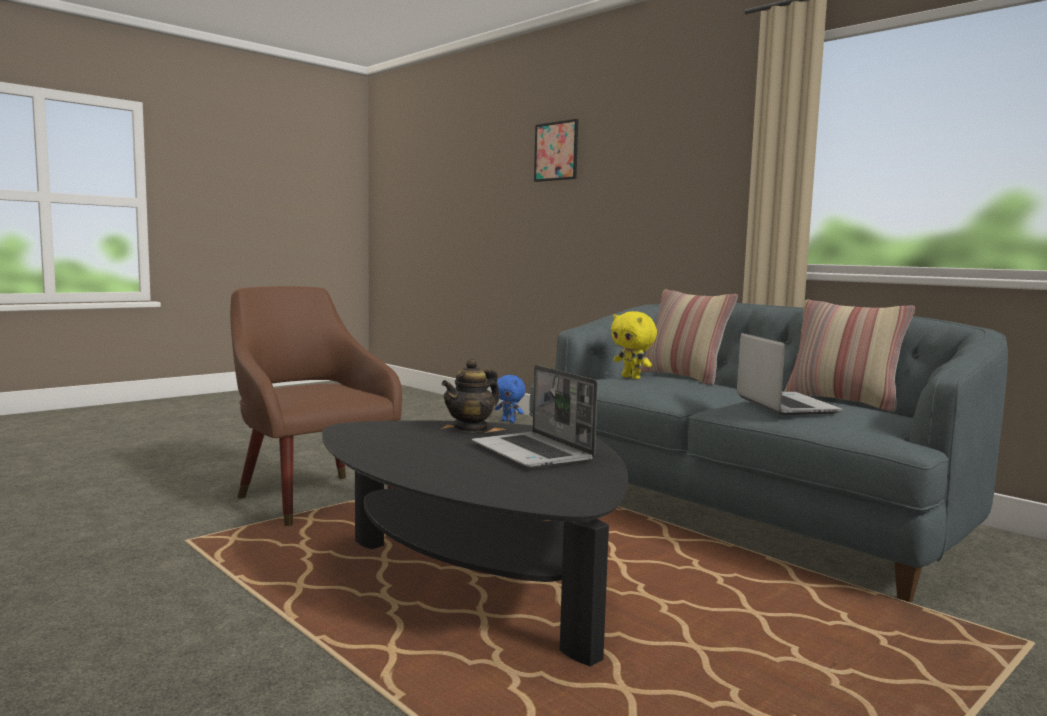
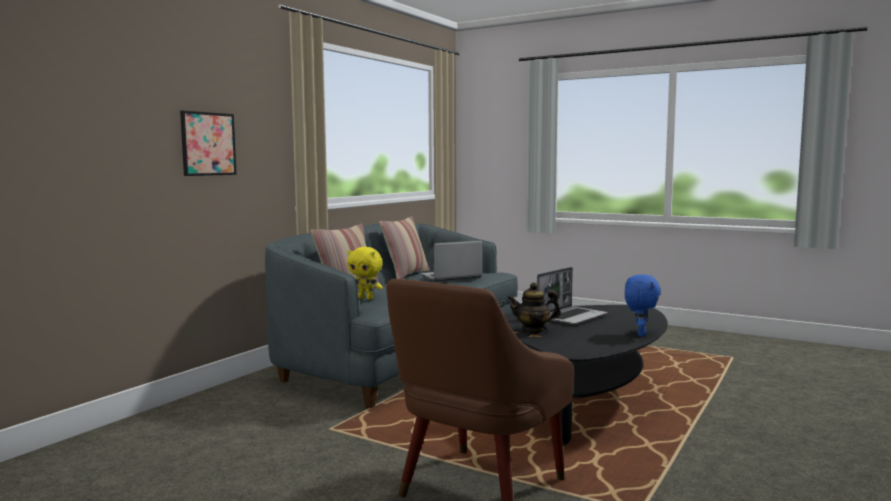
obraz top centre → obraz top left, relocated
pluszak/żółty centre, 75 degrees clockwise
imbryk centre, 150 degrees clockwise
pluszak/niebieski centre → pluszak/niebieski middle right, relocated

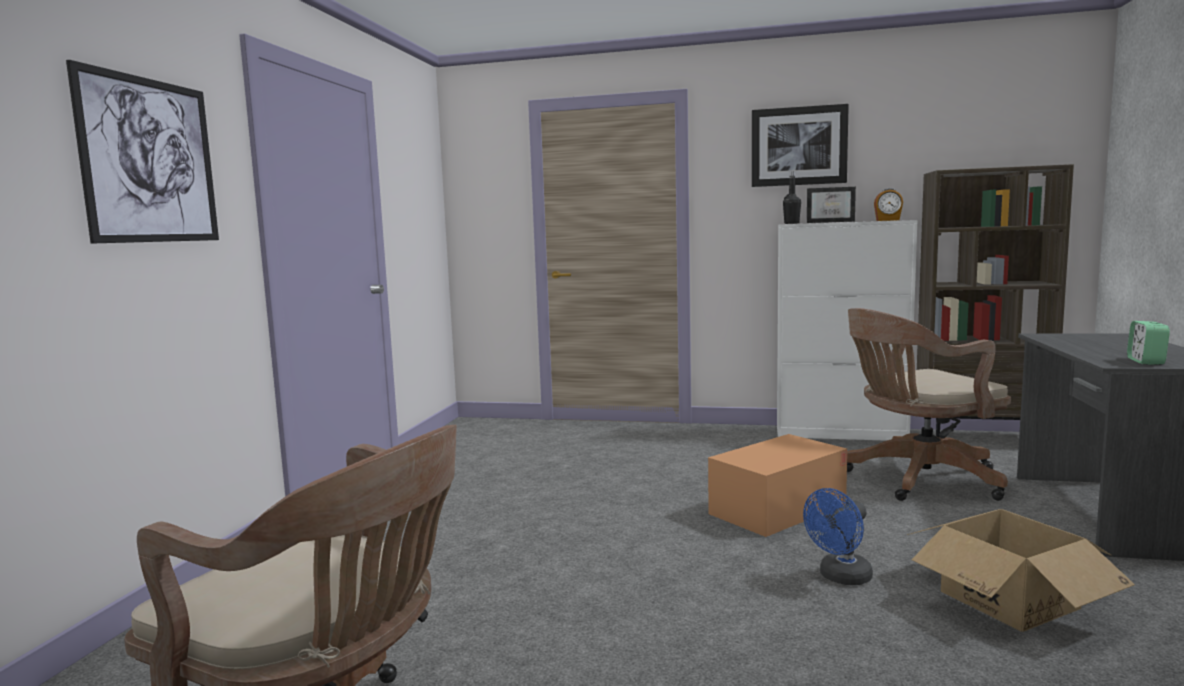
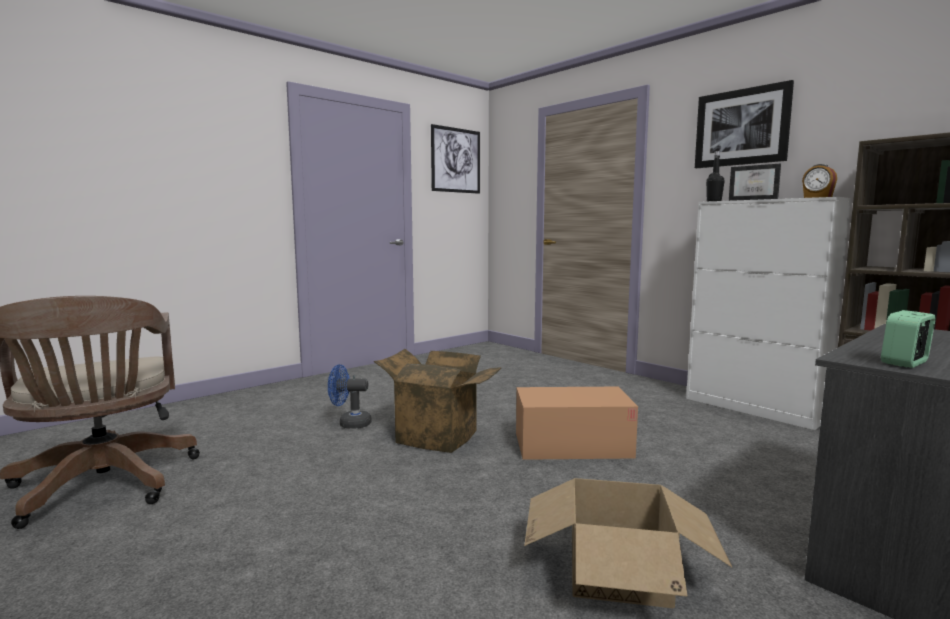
obraz (no. 1 from left) top left → obraz (no. 1 from left) top centre, relocated
krzesło biurowe/brązowy (no. 2 from left) middle right → -
wentylator/niebieski bottom right → wentylator/niebieski centre, relocated
- → karton (no. 1 from left) centre

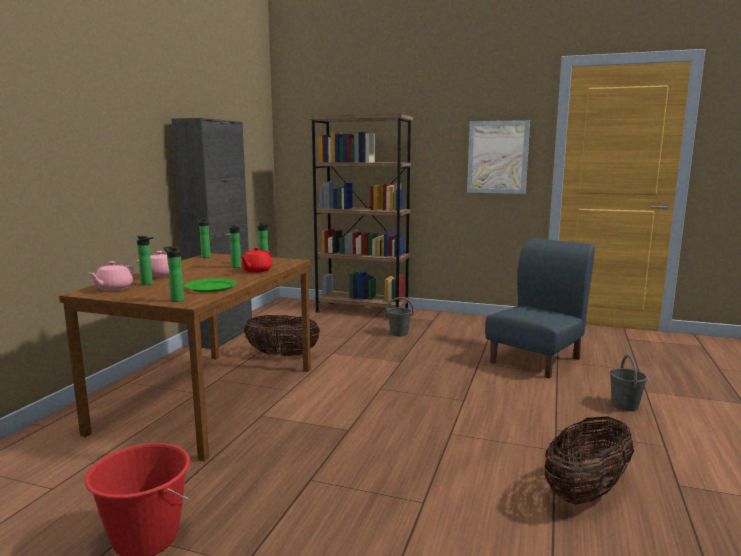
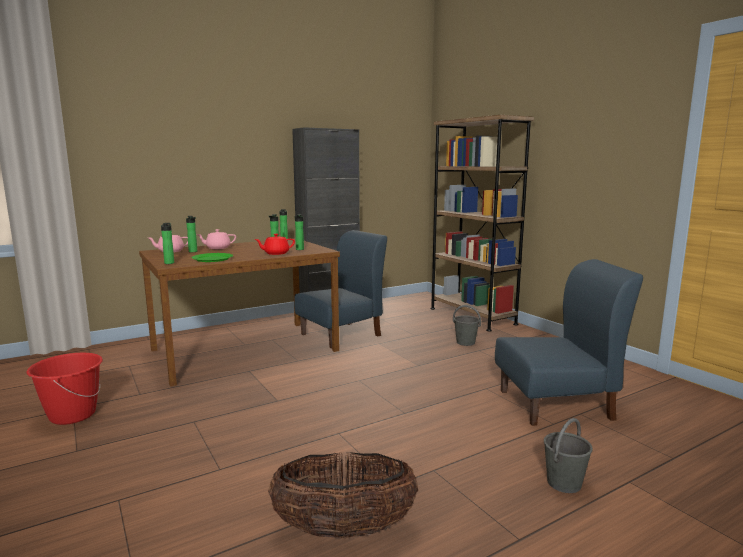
obraz top right → -
koszyk (no. 1 from left) centre → krzesło/niebieski (no. 1 from left) centre

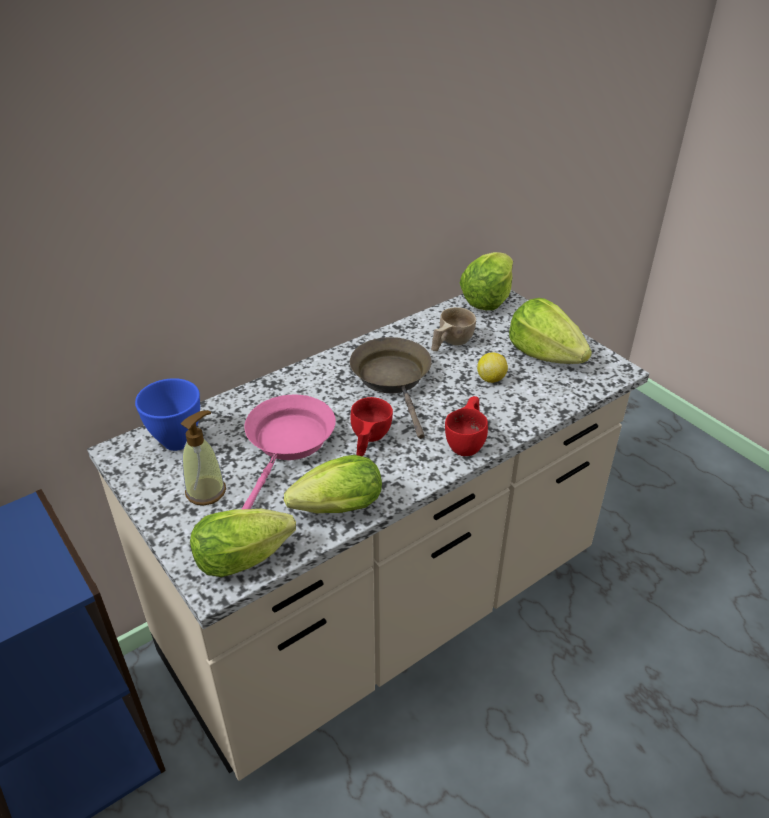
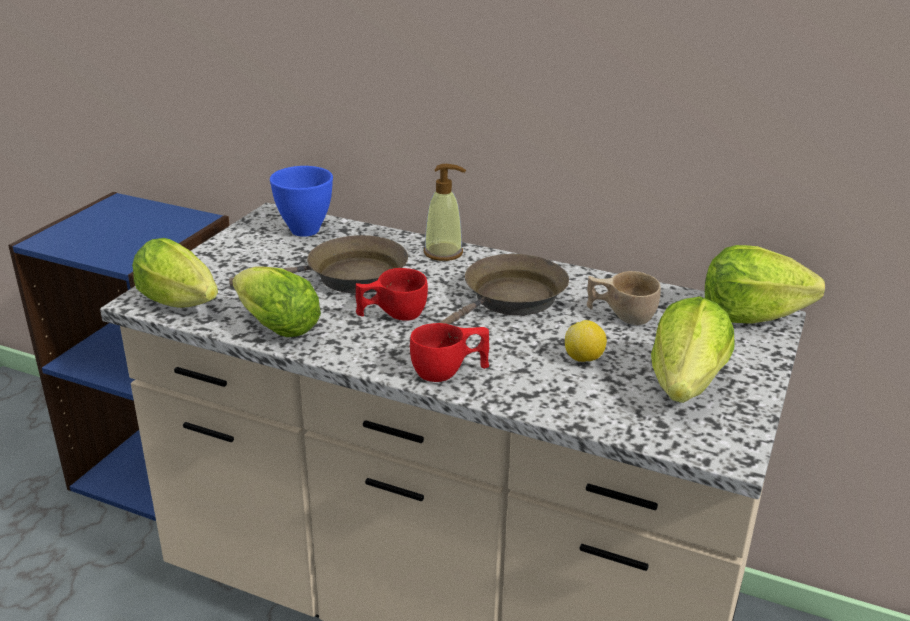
patelnia/różowy centre → patelnia/brązowy (no. 1 from left) centre
dozownik mydła middle left → dozownik mydła centre, relocated

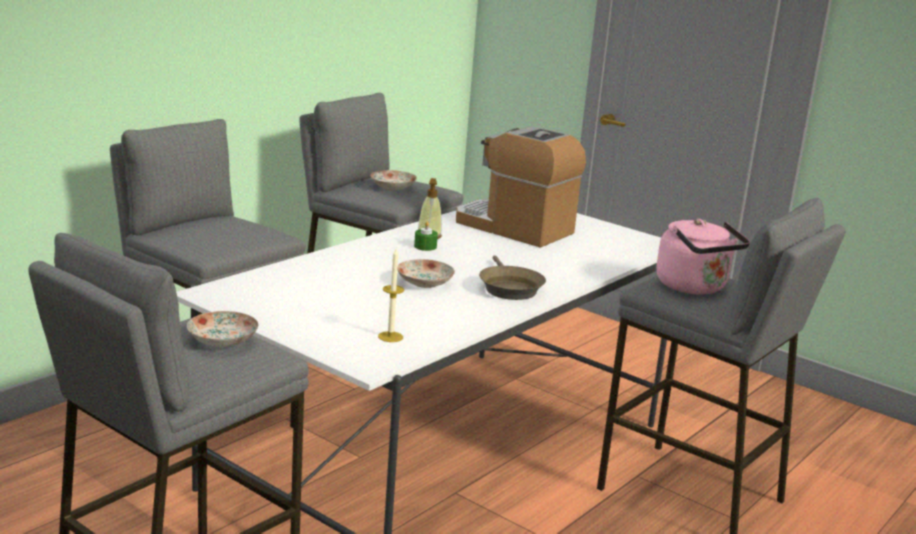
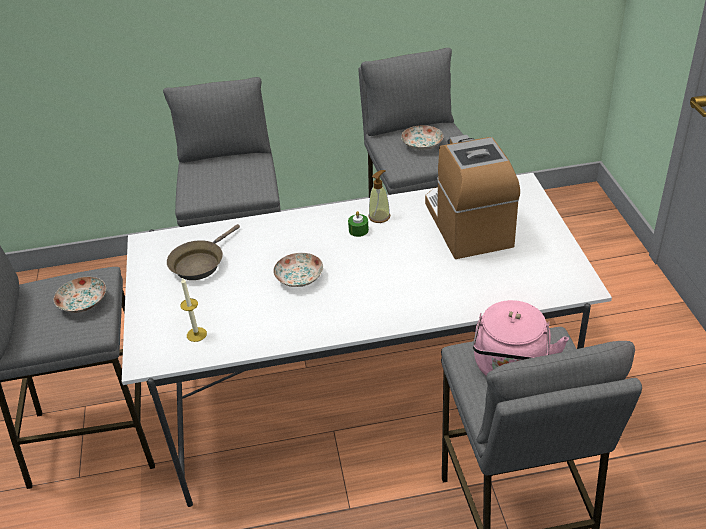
patelnia/brązowy centre → patelnia/brązowy middle left, relocated

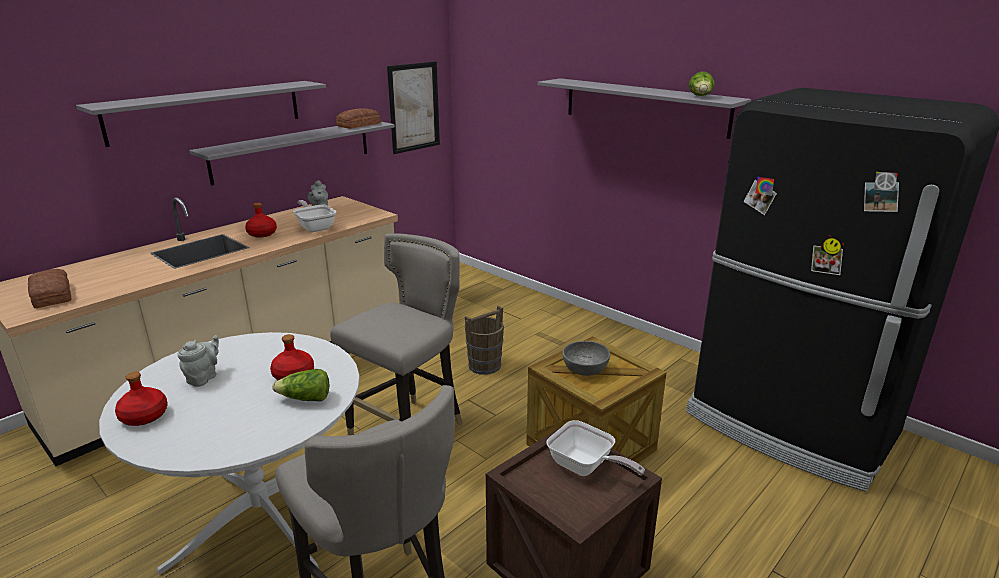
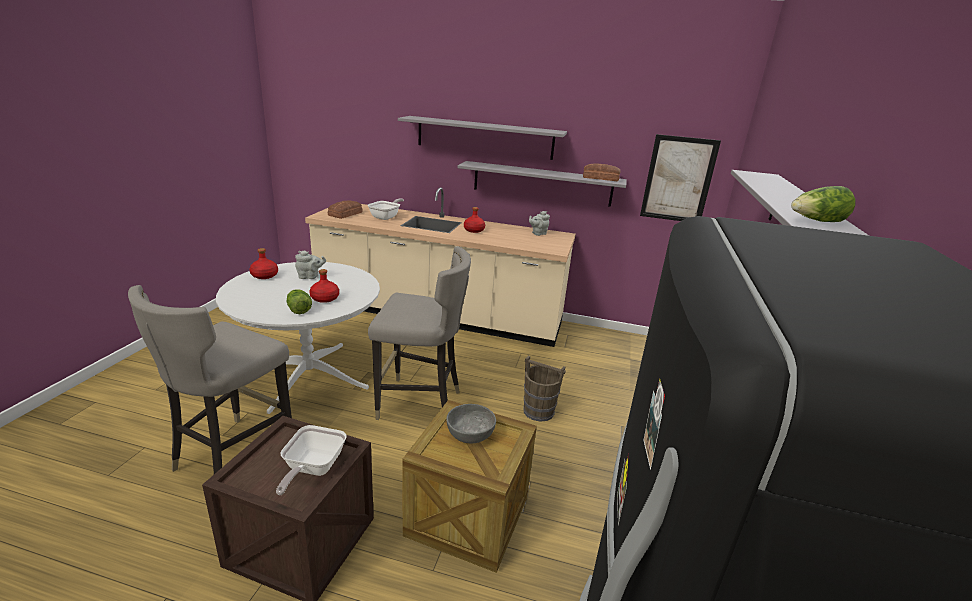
patelnia (no. 1 from left in the first image) middle left → patelnia (no. 2 from left) centre, relocated

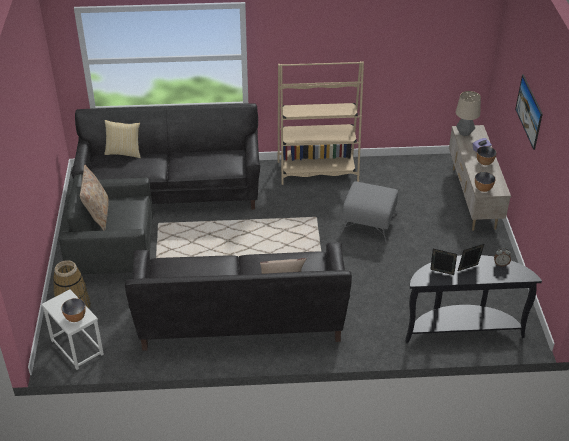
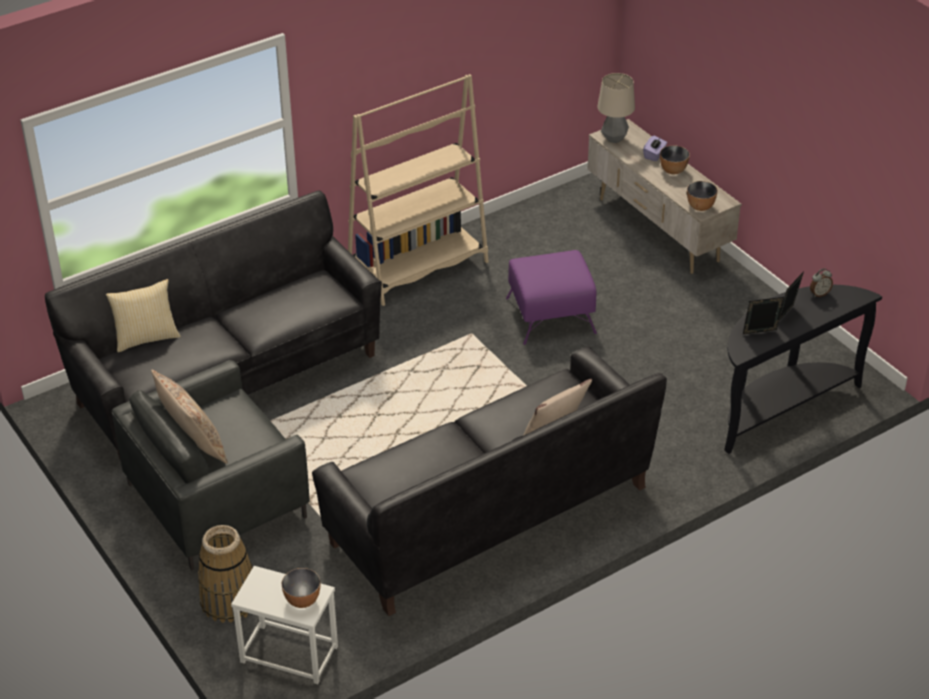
obraz top right → -
pufa/szary centre → pufa/fioletowy centre

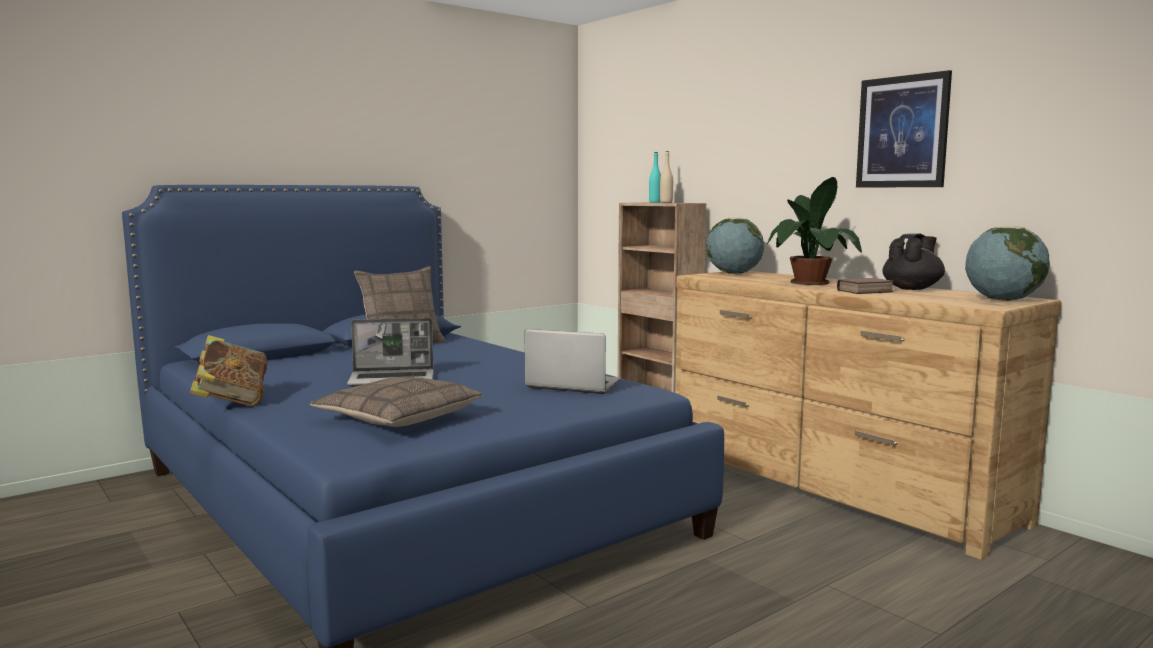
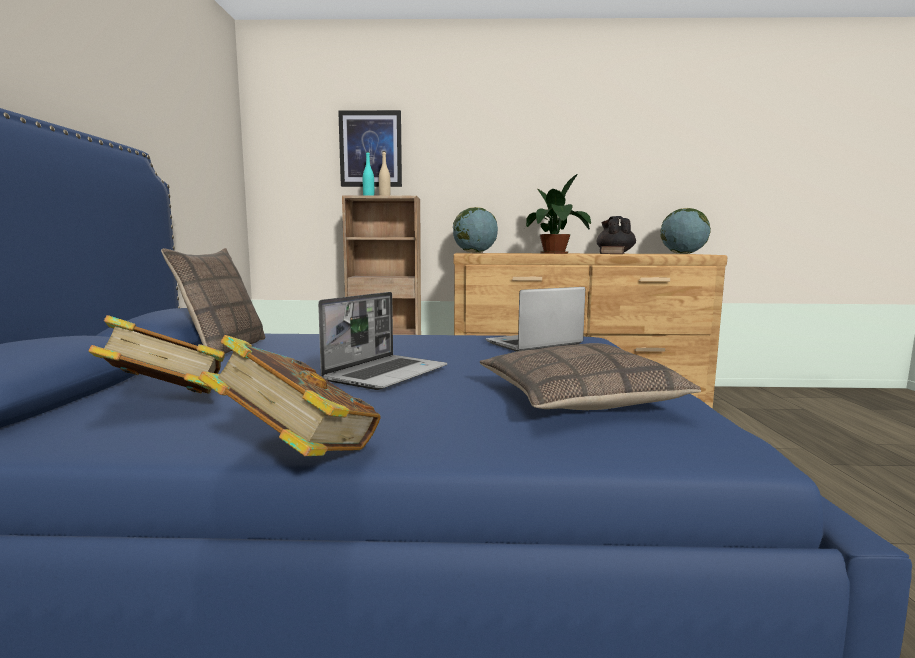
obraz top right → obraz top centre, relocated
- → książka (no. 1 from left) middle left

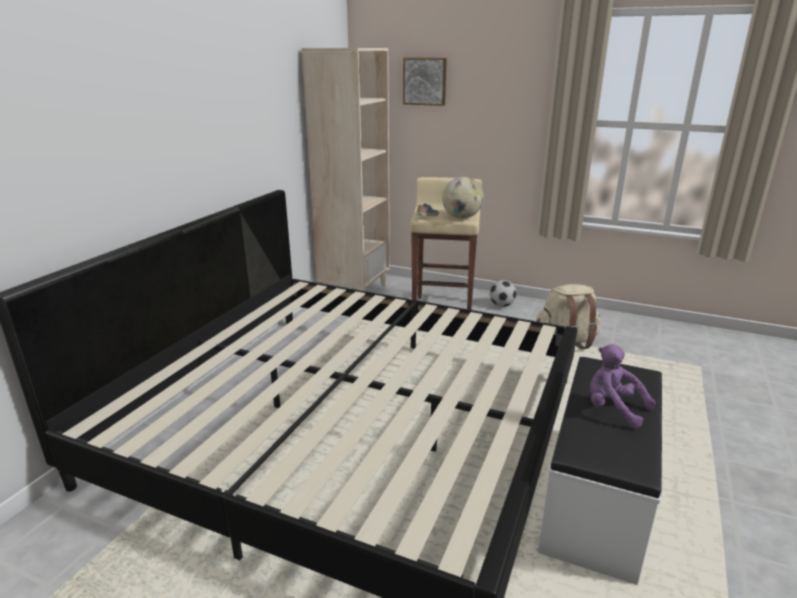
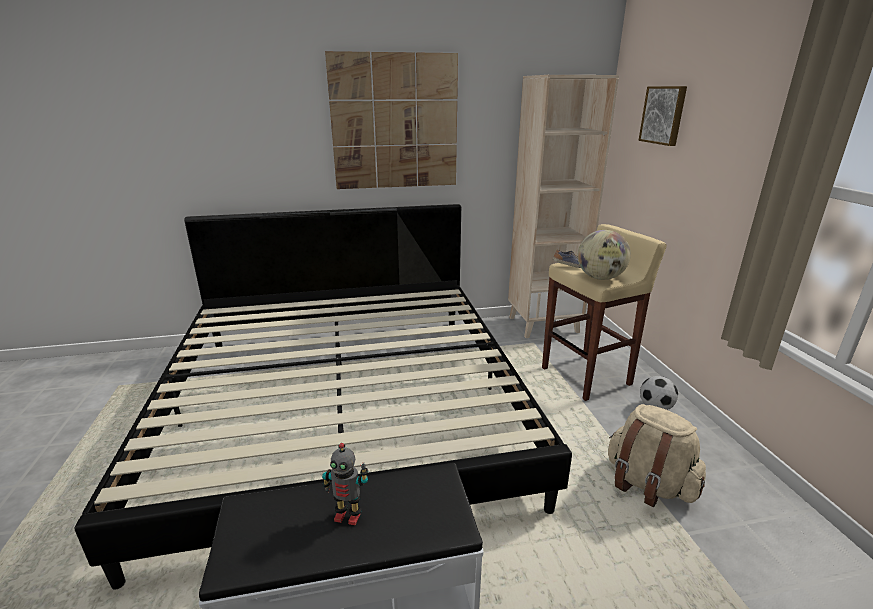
pluszak/fioletowy middle right → robot zabawkowy bottom centre
- → obraz (no. 1 from left) top centre

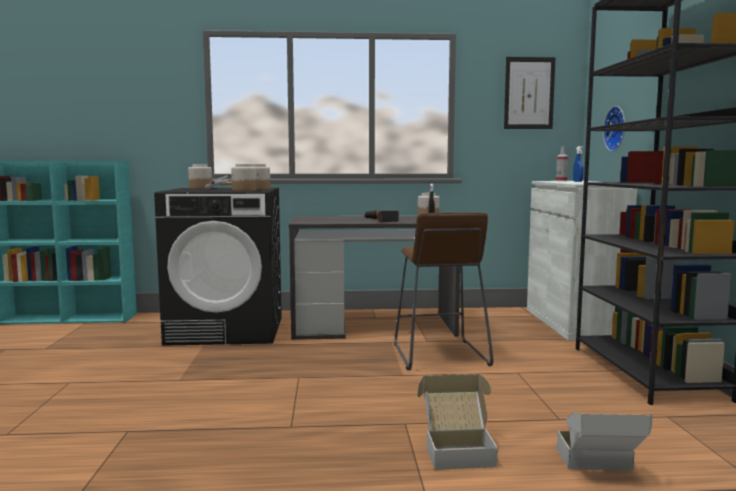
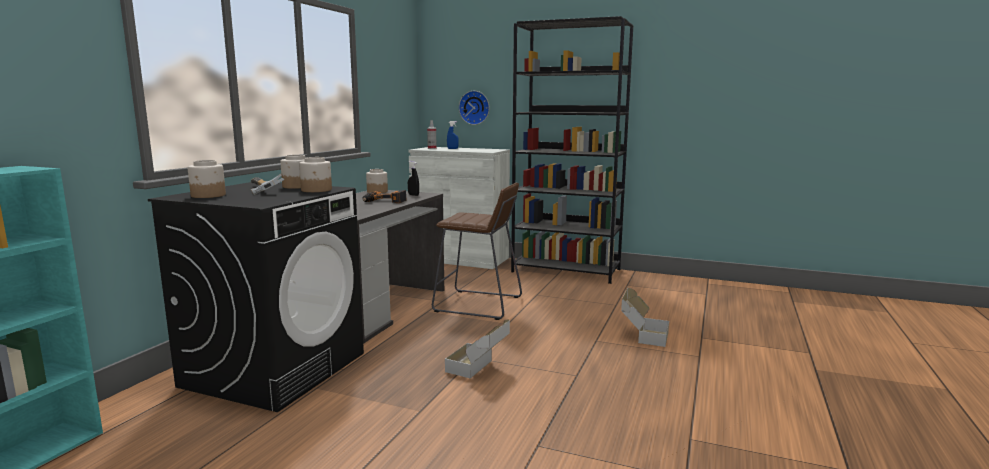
obraz top right → -
karton (no. 2 from left in the first image) bottom right → karton (no. 1 from left) bottom centre, relocated

